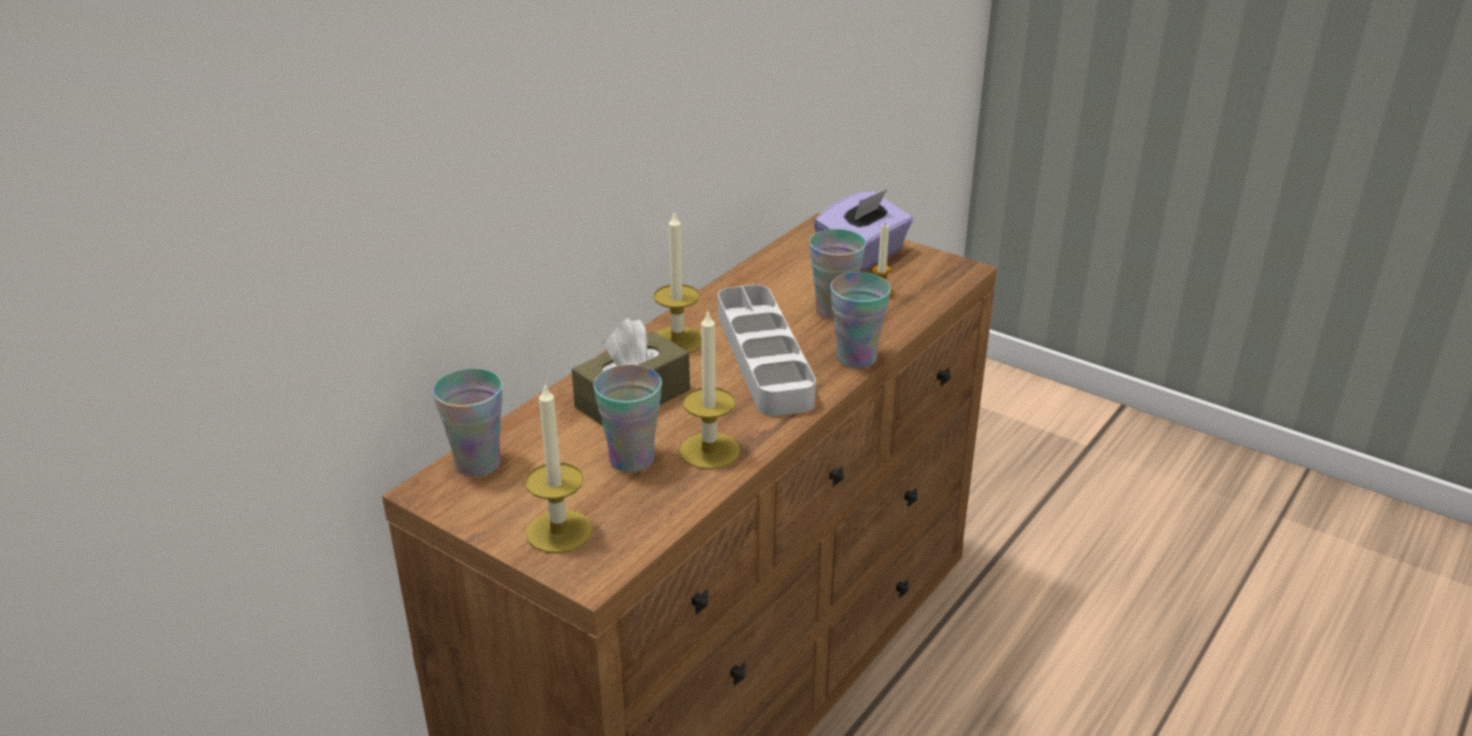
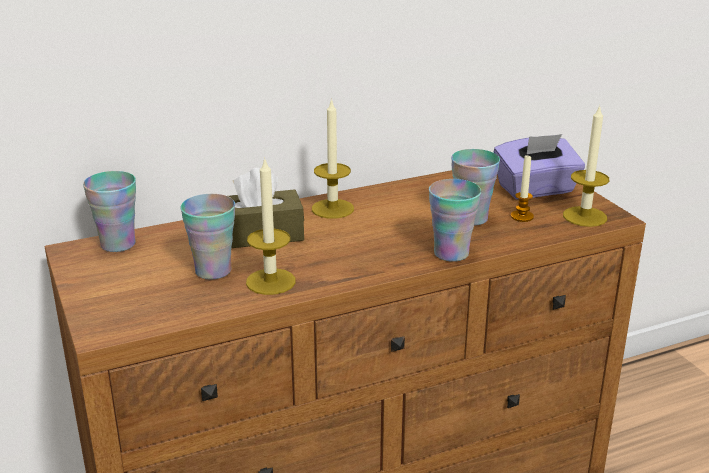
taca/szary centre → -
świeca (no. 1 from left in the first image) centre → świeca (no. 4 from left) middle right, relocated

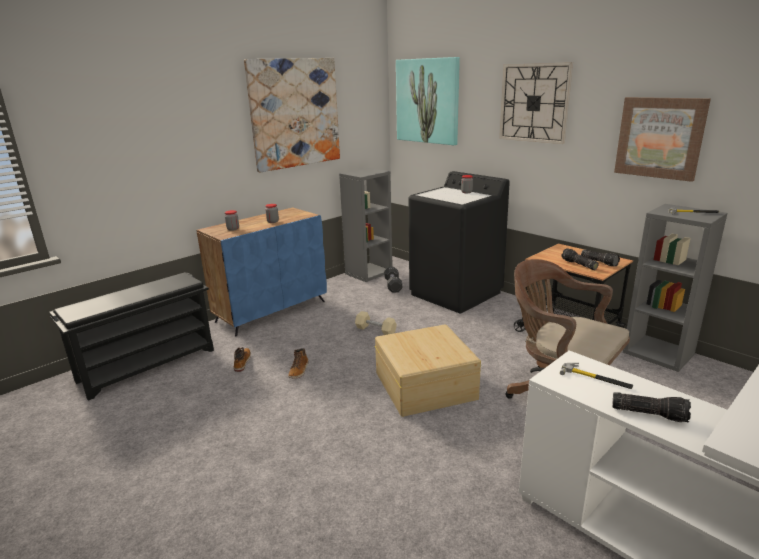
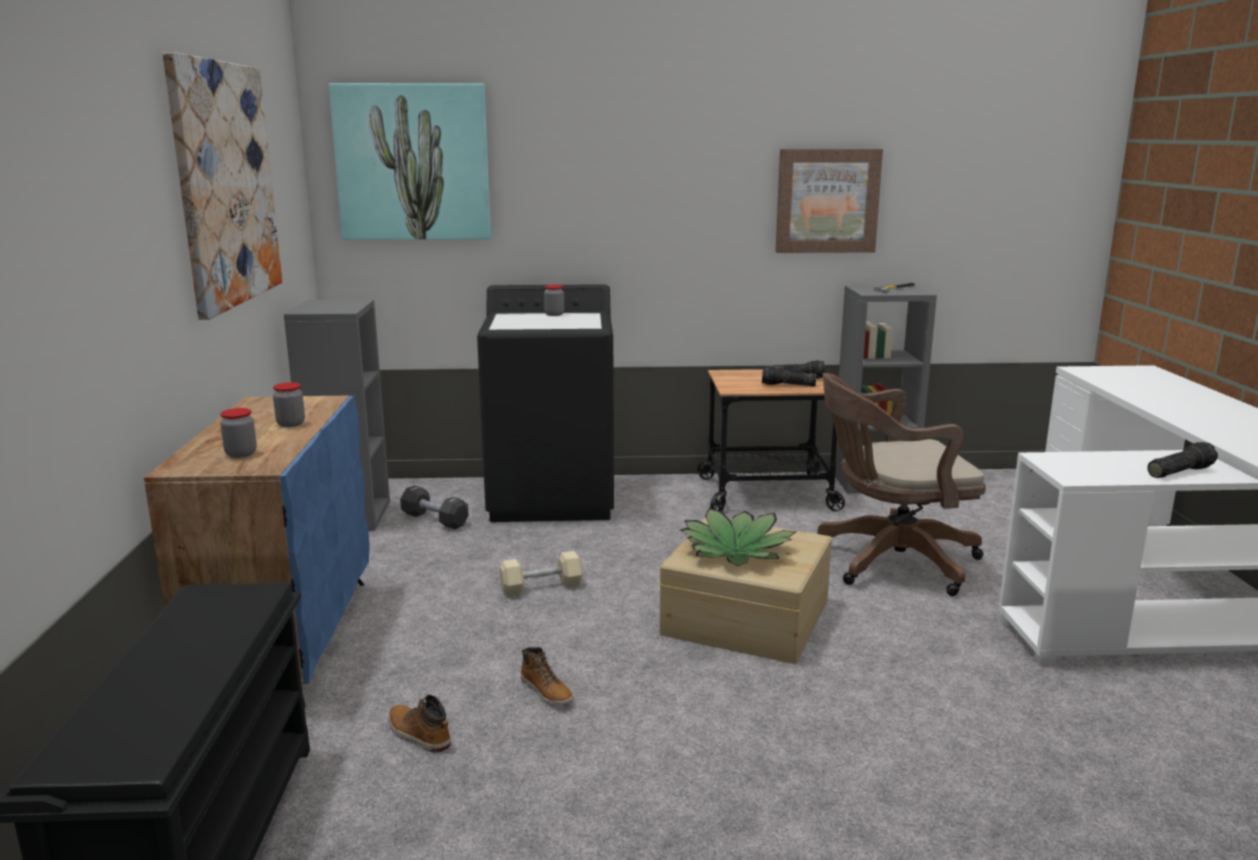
zegar ścienny top right → -
młotek (no. 1 from left) bottom right → -
- → roślina doniczkowa centre

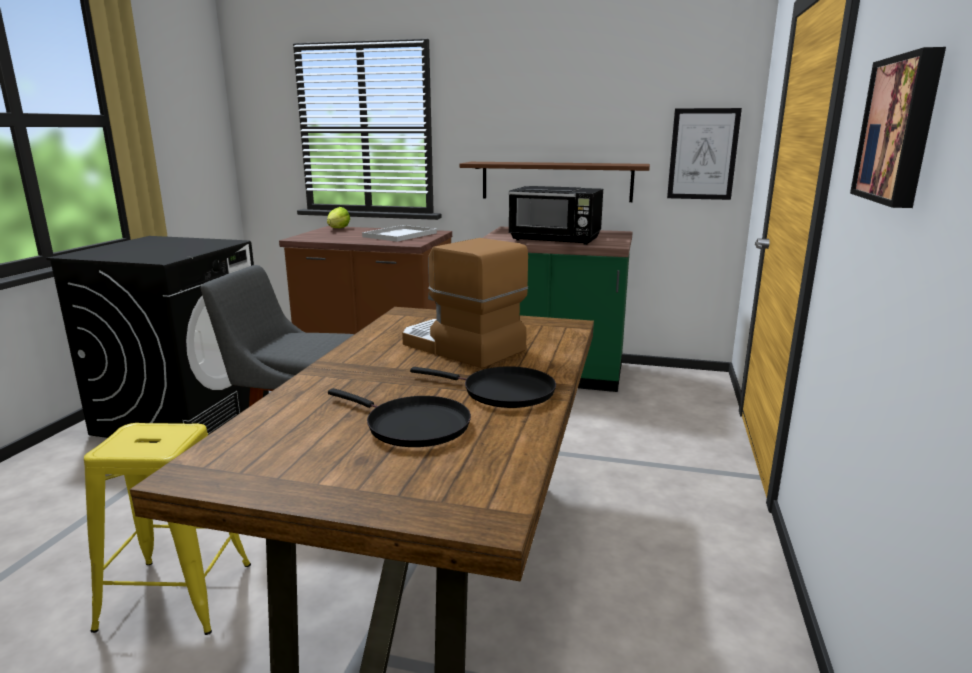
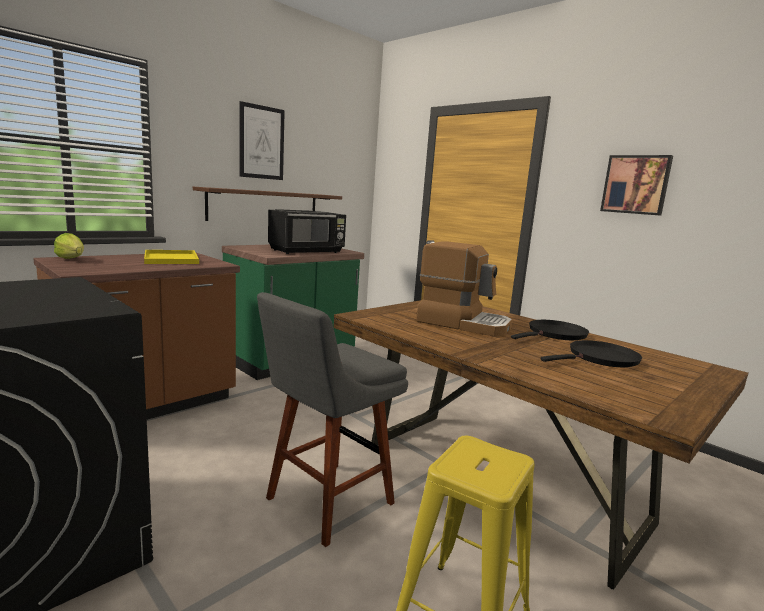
obraz (no. 1 from left) top right → obraz (no. 1 from left) top centre, relocated
taca/biały centre → taca/żółty middle left
ekspres do kawy centre, 135 degrees counterclockwise

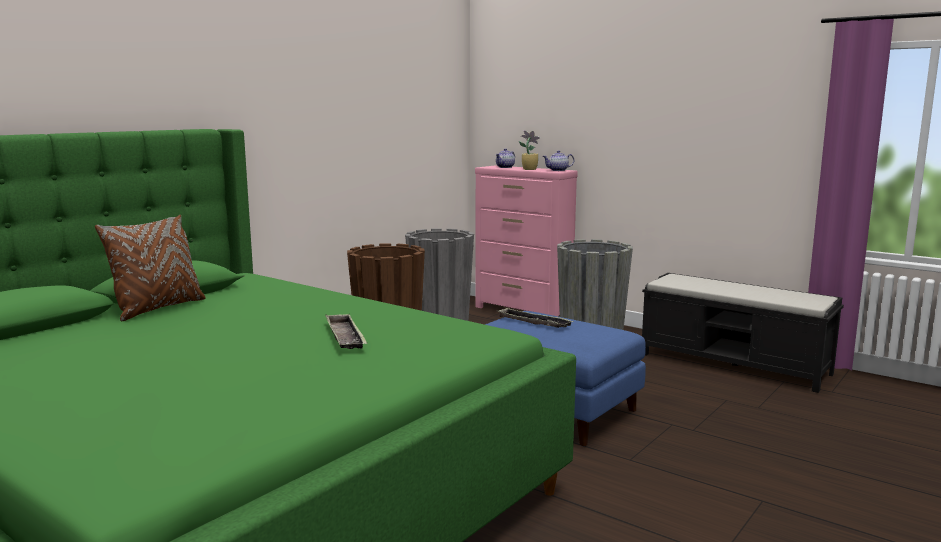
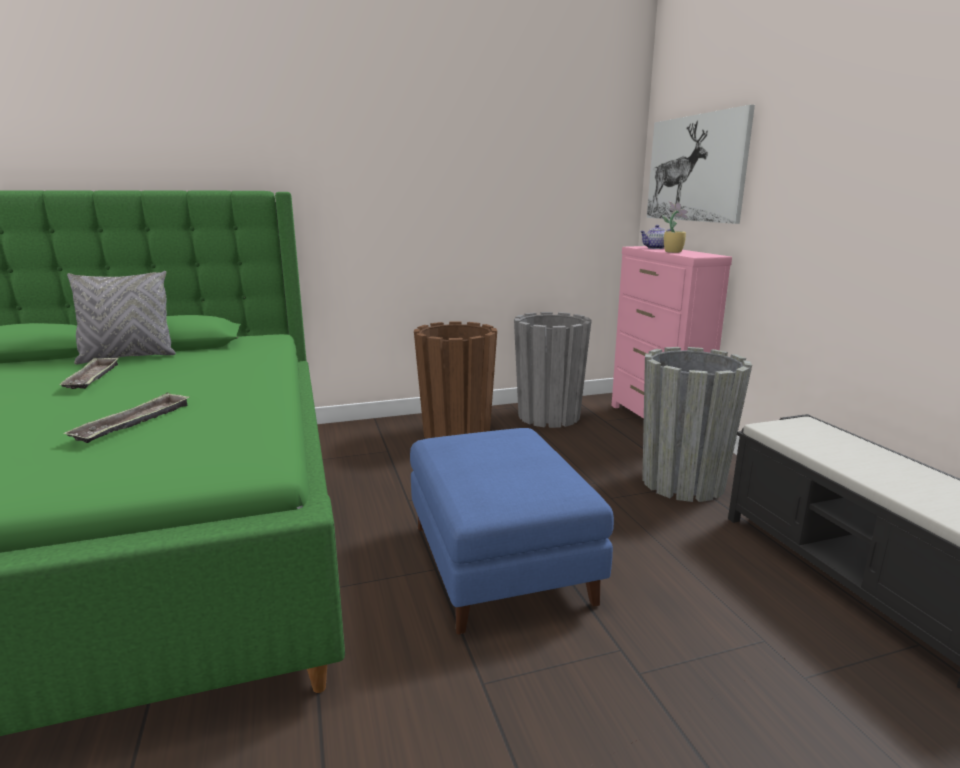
imbryk (no. 2 from left) top centre → -
poduszka/brązowy middle left → poduszka/szary middle left
taca (no. 2 from left in the first image) centre → taca (no. 1 from left) middle left, relocated
- → obraz top right

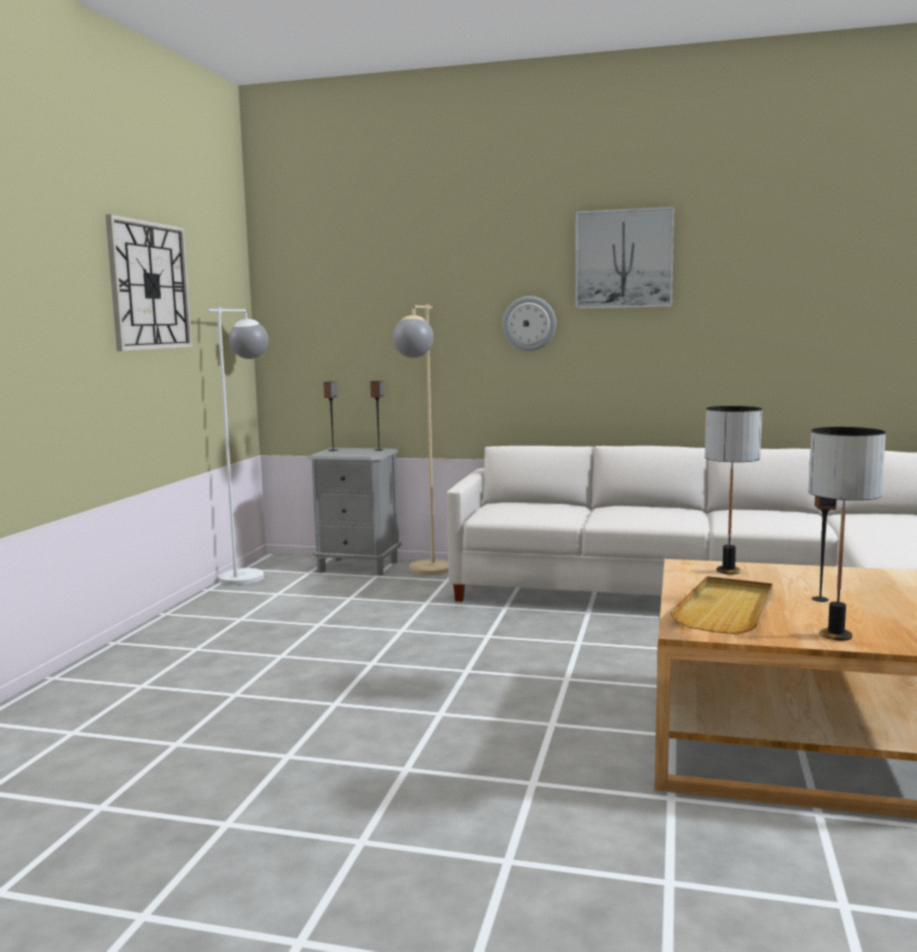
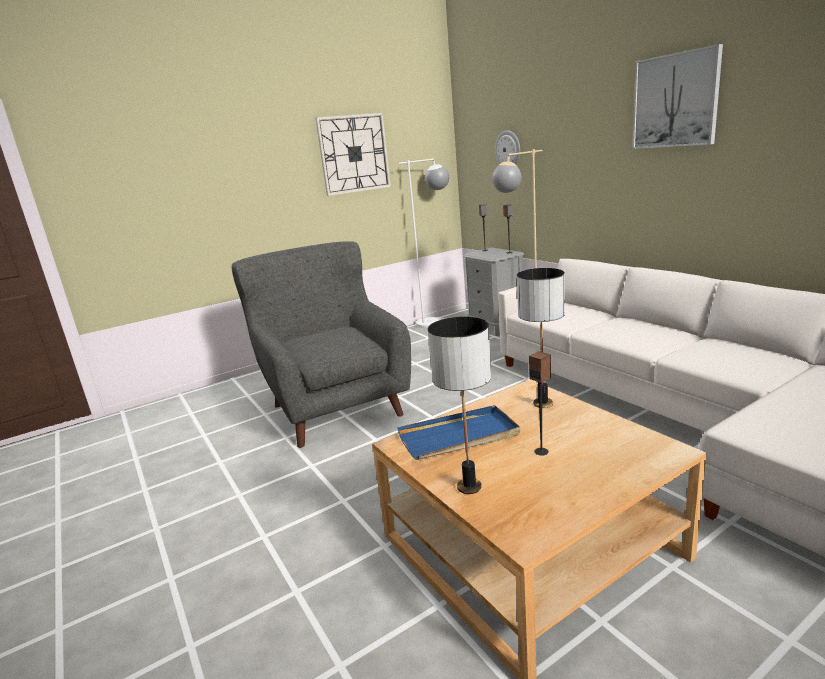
zegar ścienny (no. 2 from left) centre → zegar ścienny (no. 2 from left) top centre, relocated
taca/beżowy middle right → taca/niebieski centre
- → fotel/szary centre

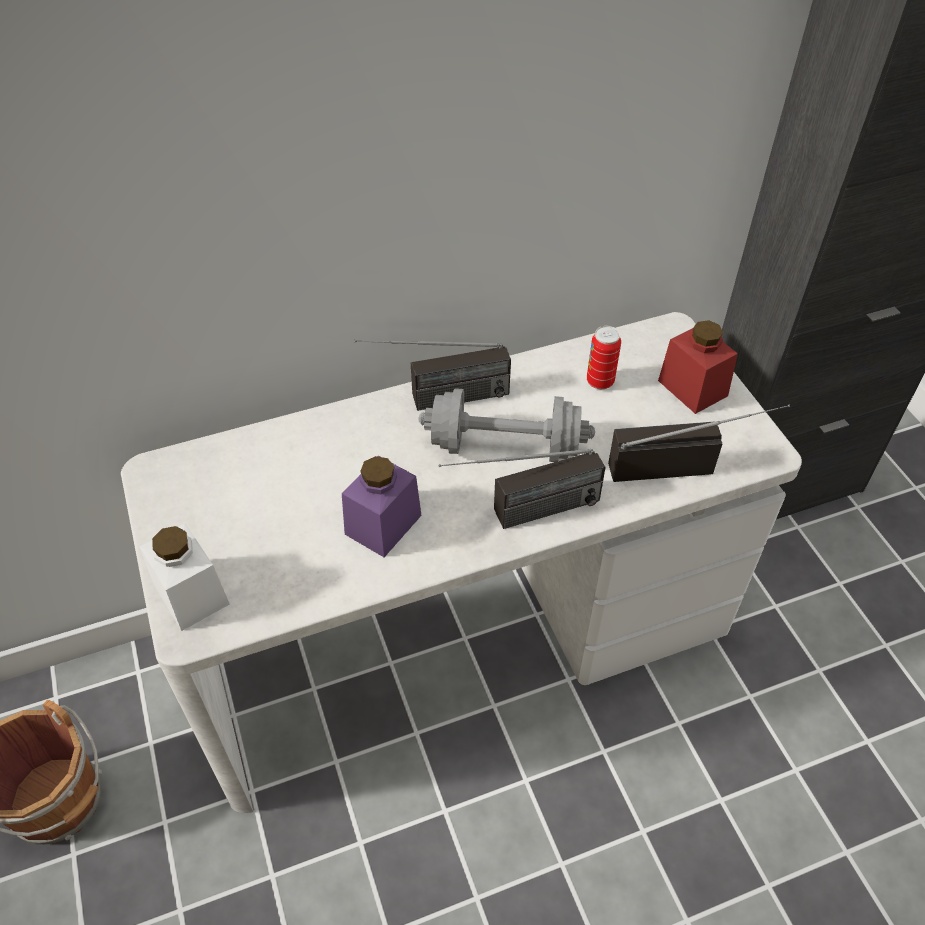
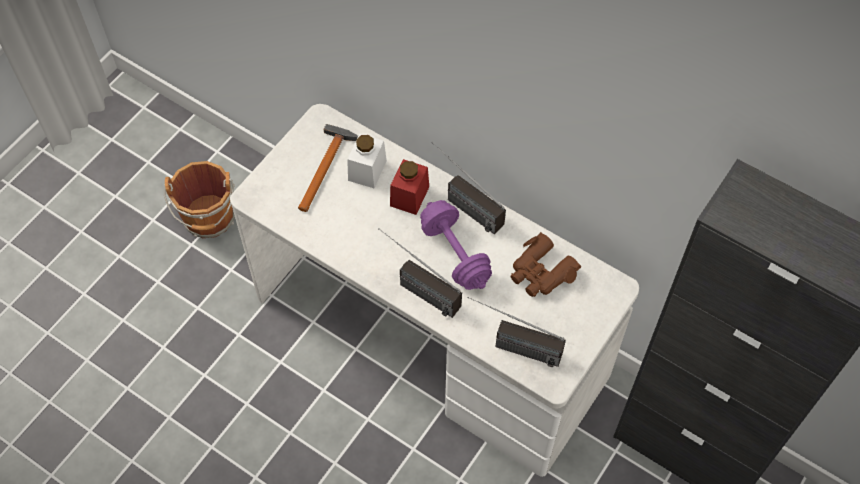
słoik/czerwony middle right → słoik/czerwony centre, relocated
puszka centre → lornetka/brązowy centre
hantel/szary centre → hantel/fioletowy centre
radio (no. 3 from left) middle right → radio (no. 3 from left) bottom centre, 150 degrees clockwise
słoik/fioletowy centre → -
słoik/biały middle left → słoik/biały top centre, relocated
- → młotek centre

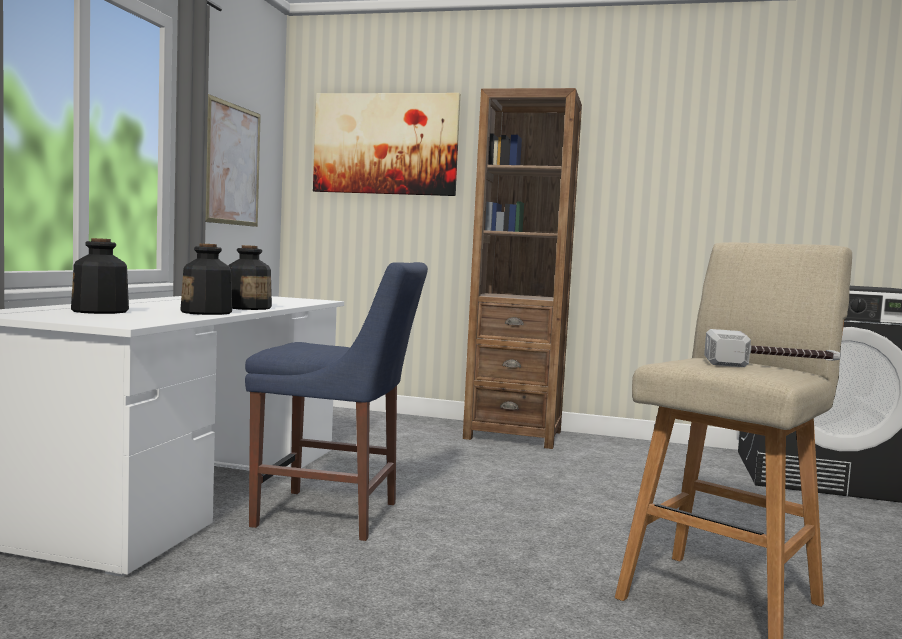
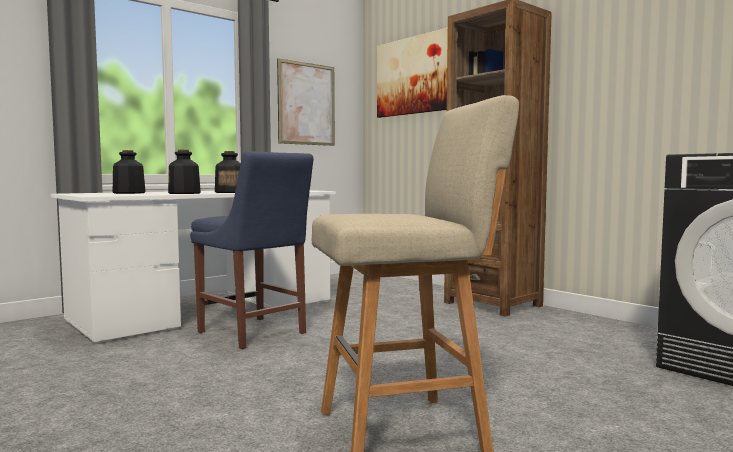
młotek middle right → -

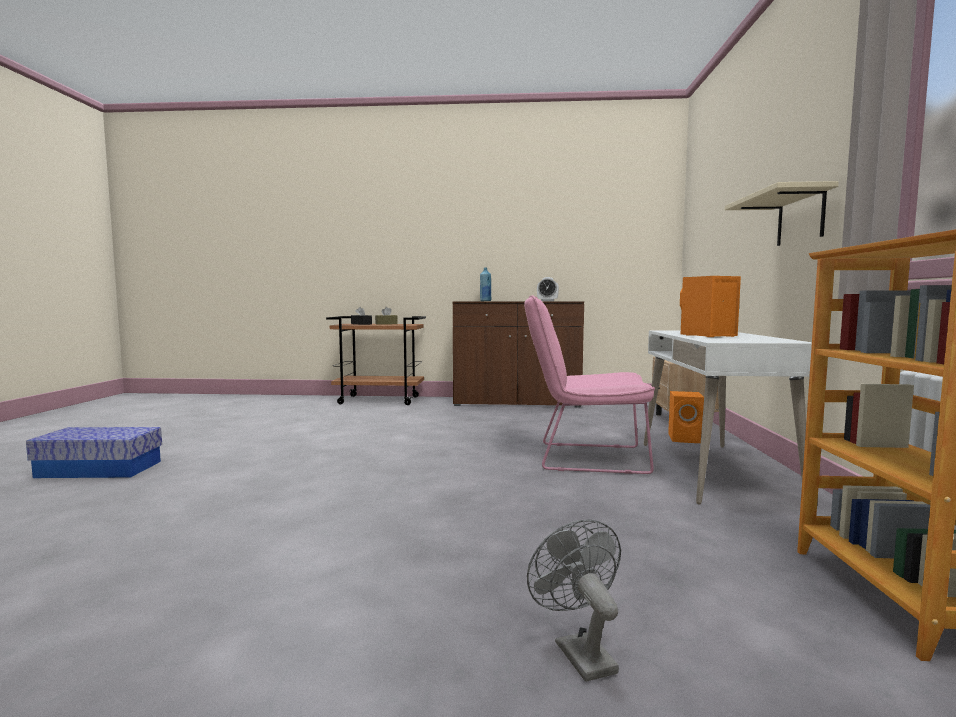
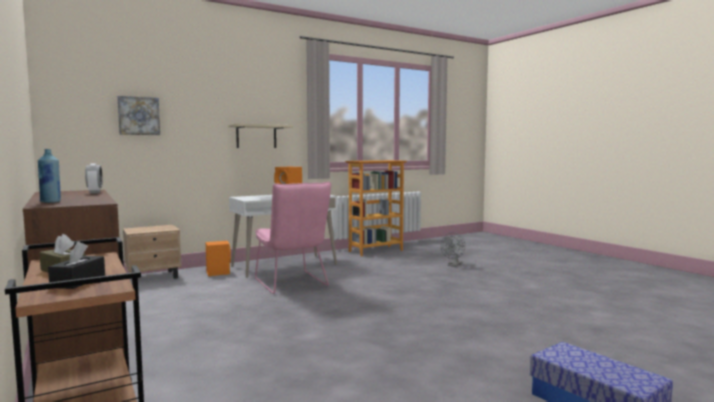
- → obraz top left

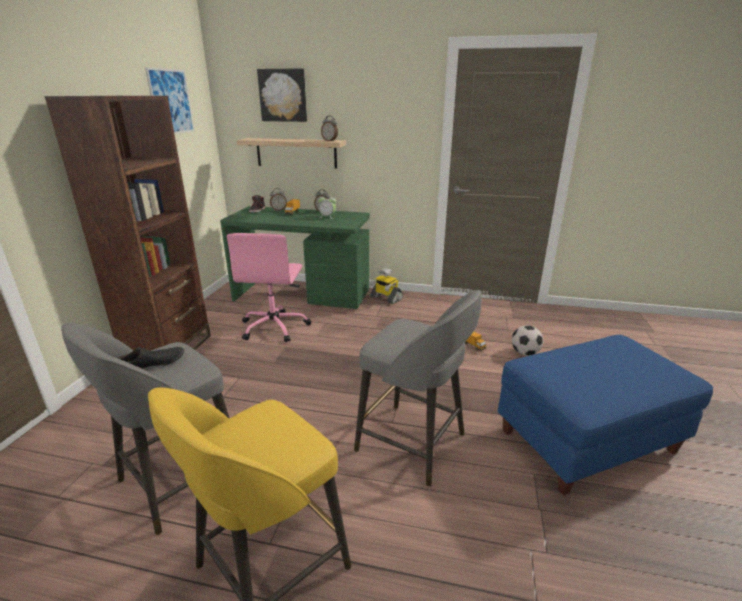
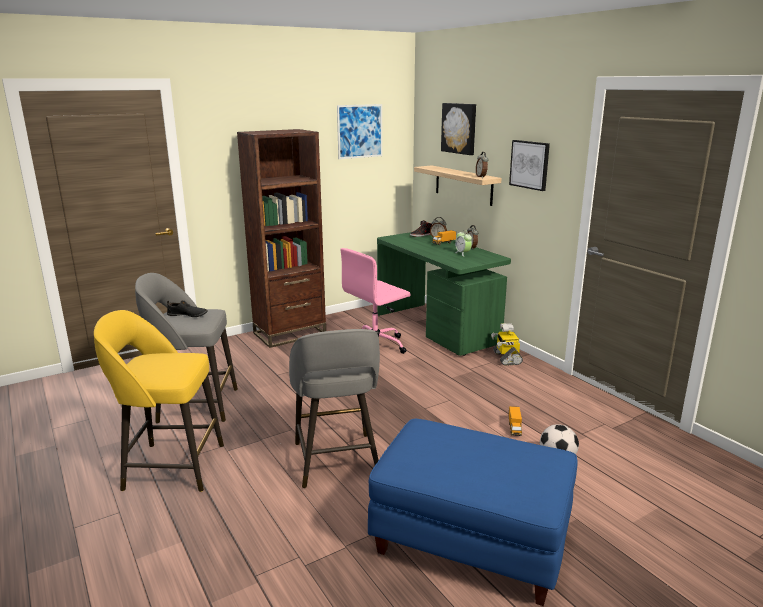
- → obraz (no. 3 from left) top right

